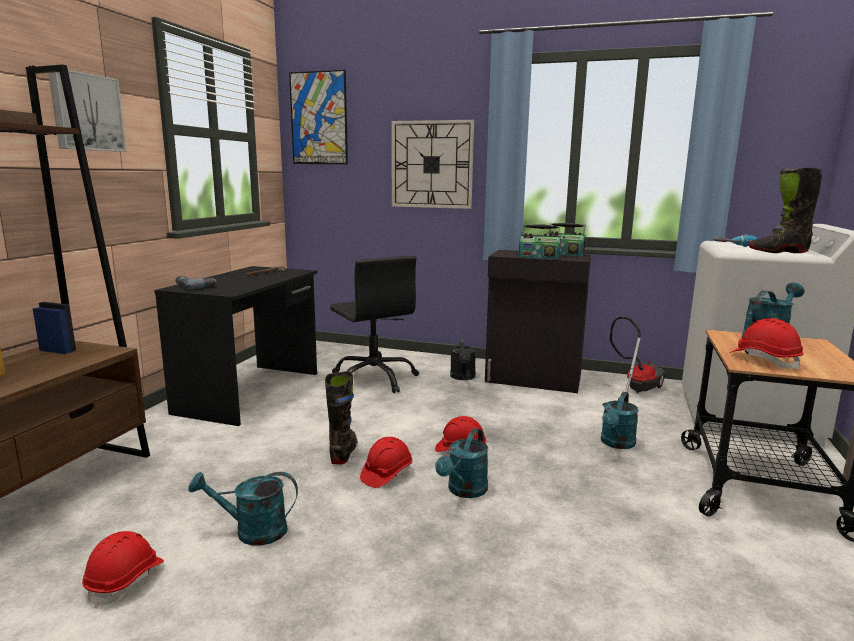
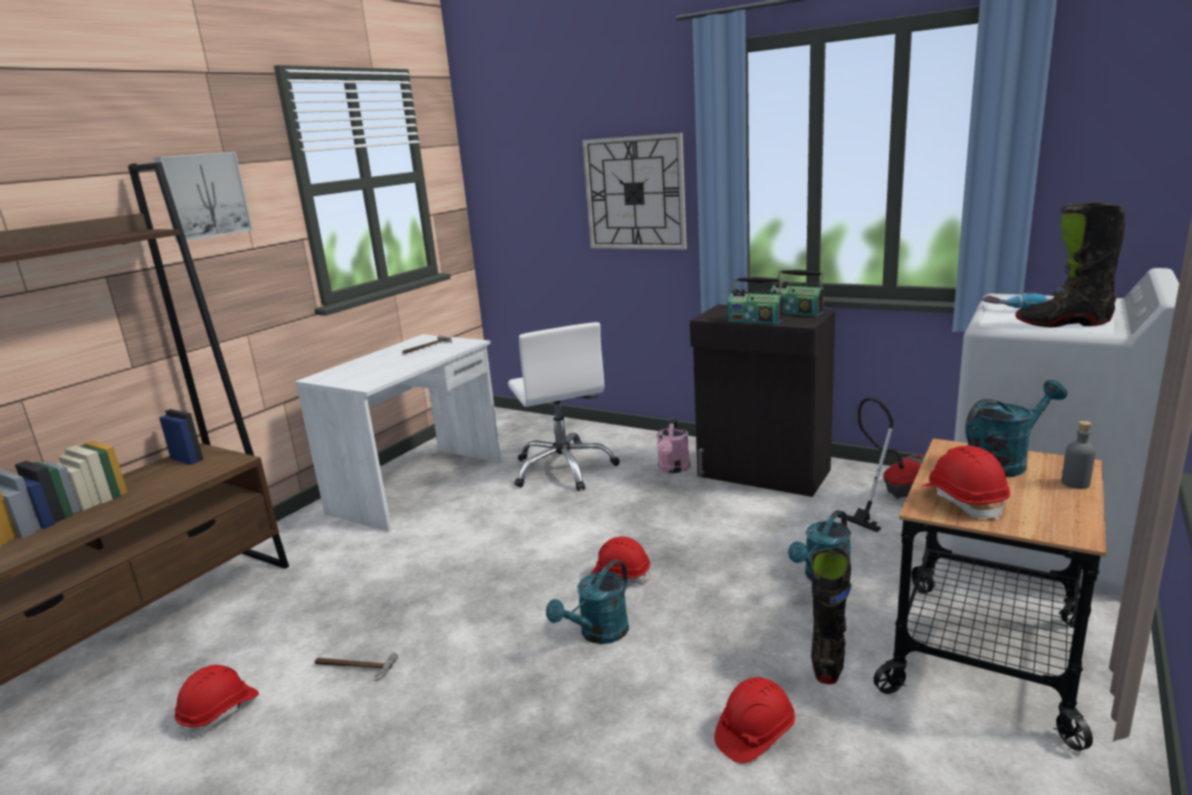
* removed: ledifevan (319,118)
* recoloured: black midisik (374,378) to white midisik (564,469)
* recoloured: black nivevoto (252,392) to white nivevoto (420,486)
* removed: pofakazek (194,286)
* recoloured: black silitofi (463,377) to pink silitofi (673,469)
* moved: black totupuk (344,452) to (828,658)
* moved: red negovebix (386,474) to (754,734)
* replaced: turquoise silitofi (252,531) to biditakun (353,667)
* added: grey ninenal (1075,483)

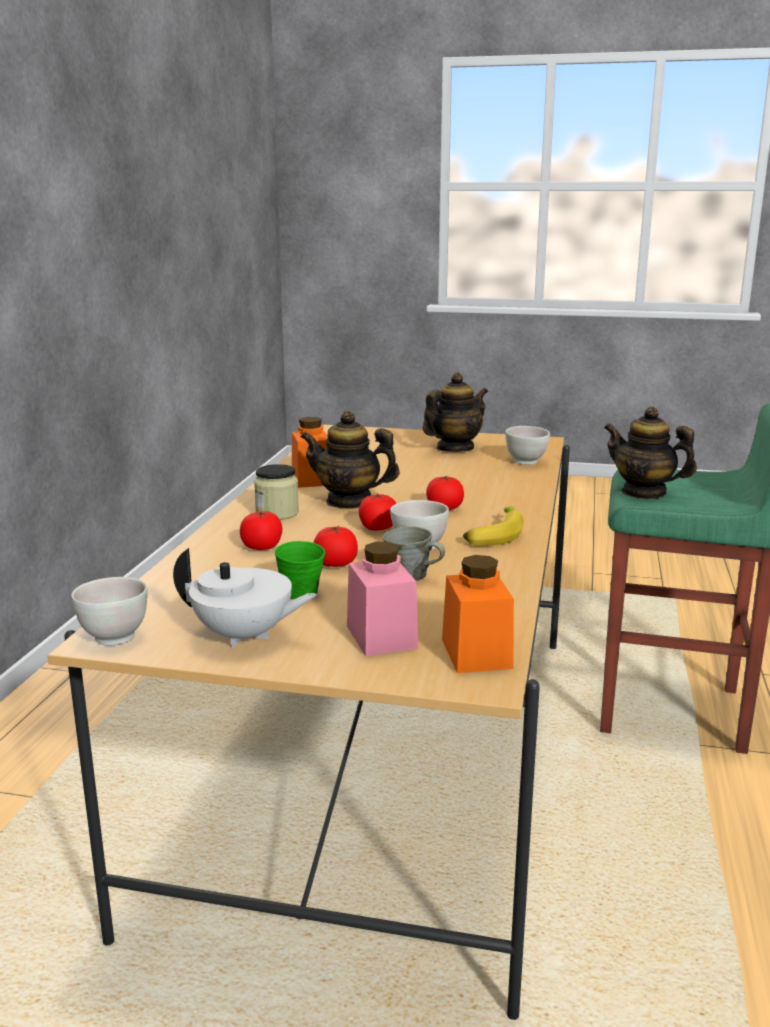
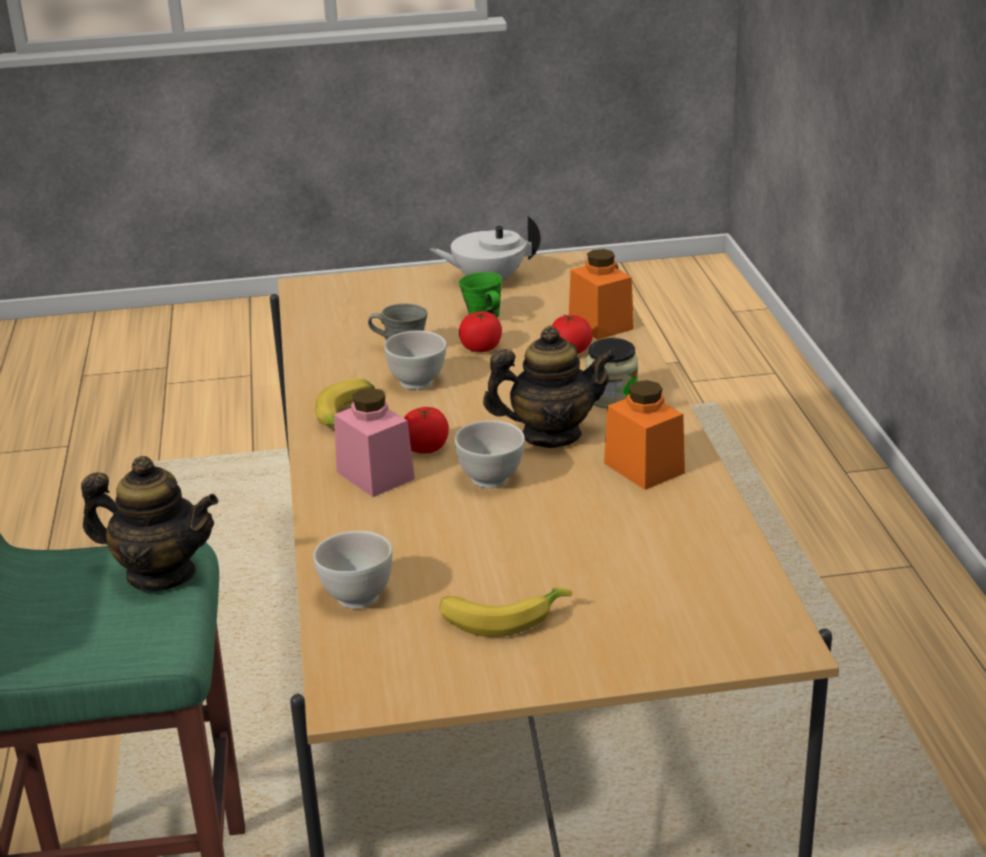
* replaced: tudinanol (454,448) to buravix (501,617)
* removed: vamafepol (378,528)
* moved: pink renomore (381,637) to (375,475)
* moved: orange renomore (476,653) to (600,324)
* moved: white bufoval (114,637) to (491,480)

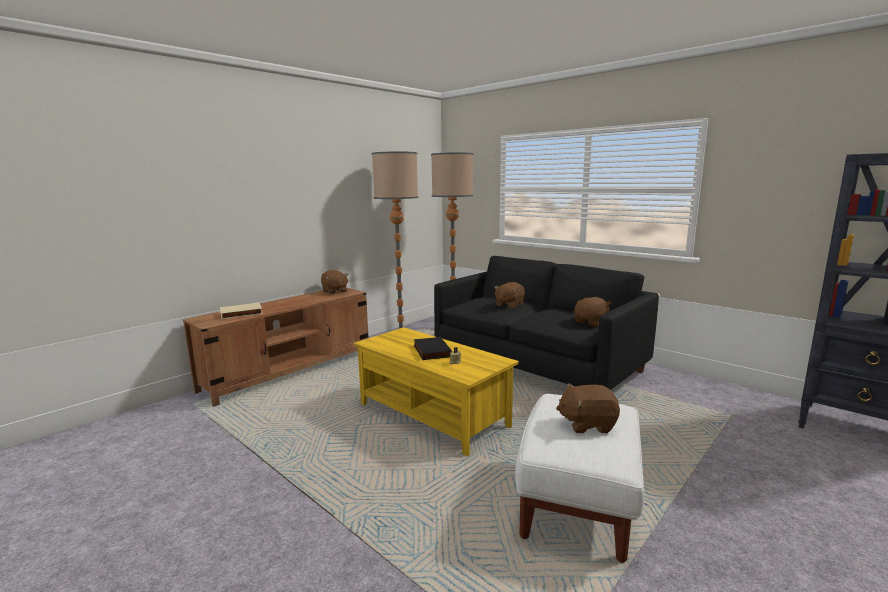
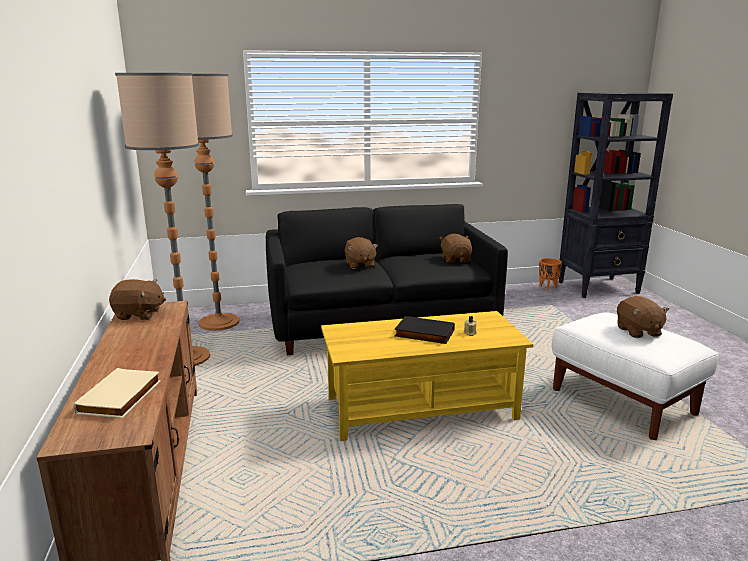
* turned: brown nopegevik (587,424) = (638,331) 45 degrees counterclockwise
* added: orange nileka (547,288)

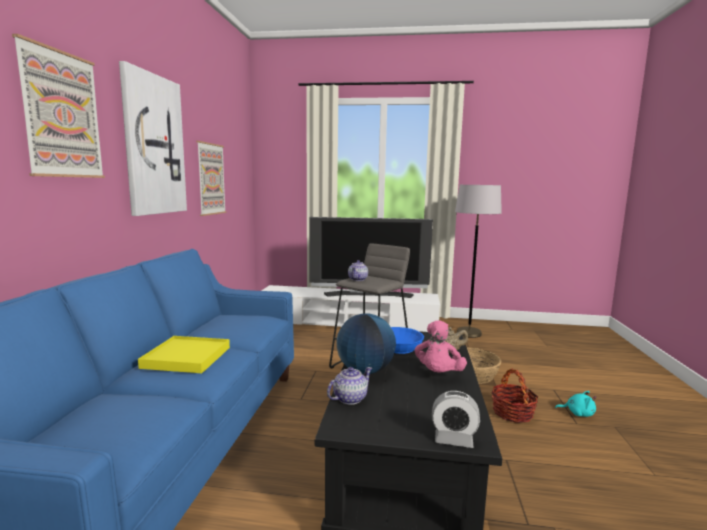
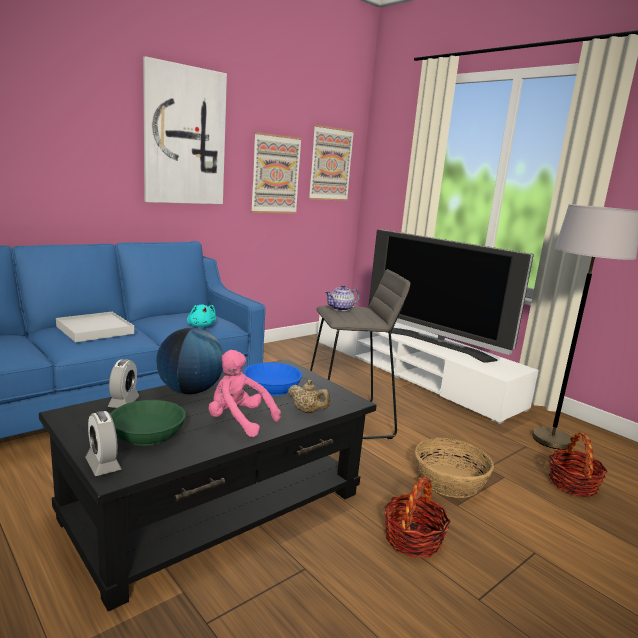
* moved: ledifevan (62,115) to (330,164)
* turned: pink nopegevik (438,374) = (238,421) 60 degrees clockwise
* recoloured: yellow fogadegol (187,357) to white fogadegol (95,330)
* replaced: tudinanol (349,398) to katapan (124,402)
* moved: turquoise nopegevik (577,413) to (201,326)
* added: green bufoval (147,434)
* added: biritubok (572,484)

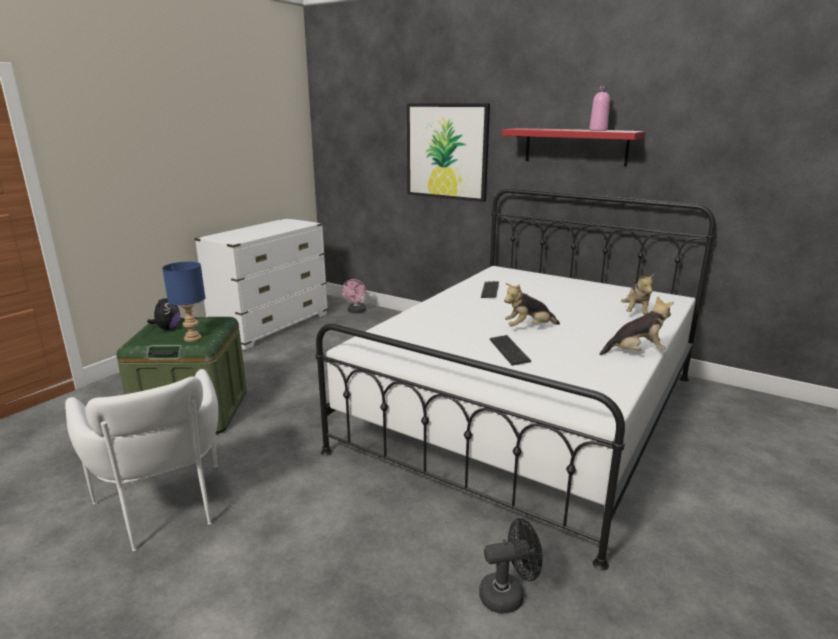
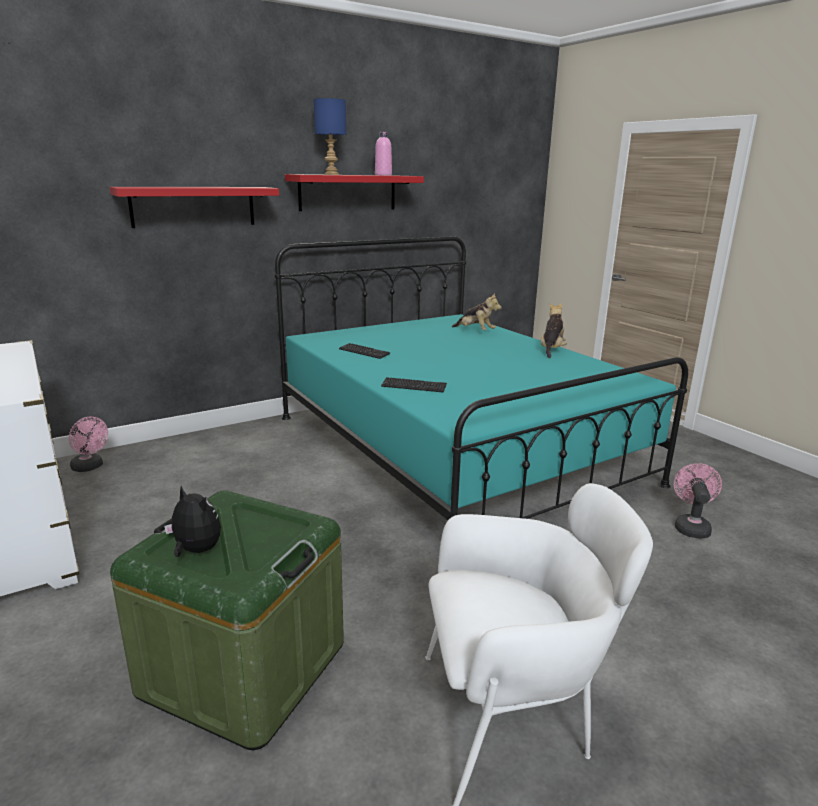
* replaced: ledifevan (447,151) to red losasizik (193,206)
* recoloured: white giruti (525,411) to turquoise giruti (455,448)
* moved: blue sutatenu (193,338) to (332,174)
* removed: nopegevik (528,328)
* moved: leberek (509,351) to (414,386)
* recoloured: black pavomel (508,594) to pink pavomel (691,526)

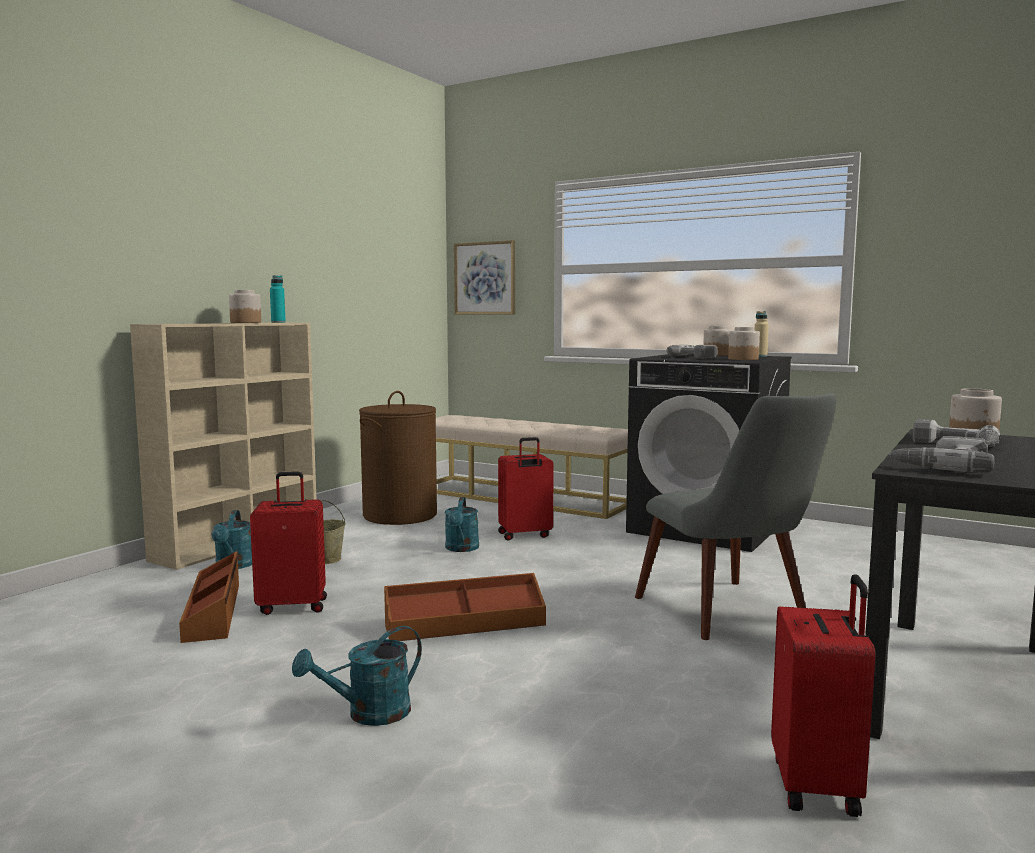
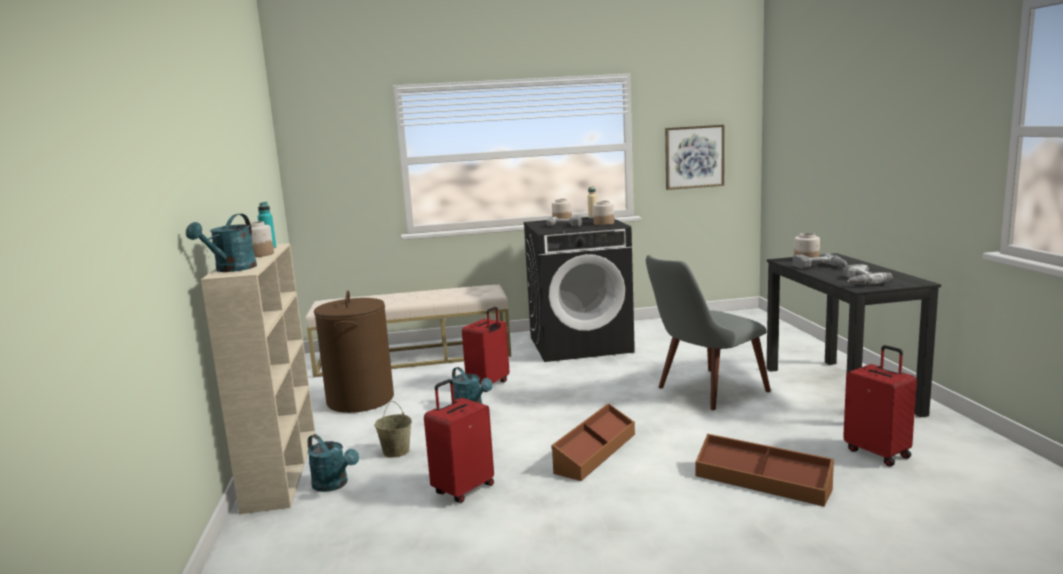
* moved: ledifevan (485,278) to (694,157)
* turned: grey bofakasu (734,616) = (702,392) 120 degrees clockwise
* moved: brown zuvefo (214,611) to (762,482)
* moved: turquoise silitofi (368,714) to (231,269)

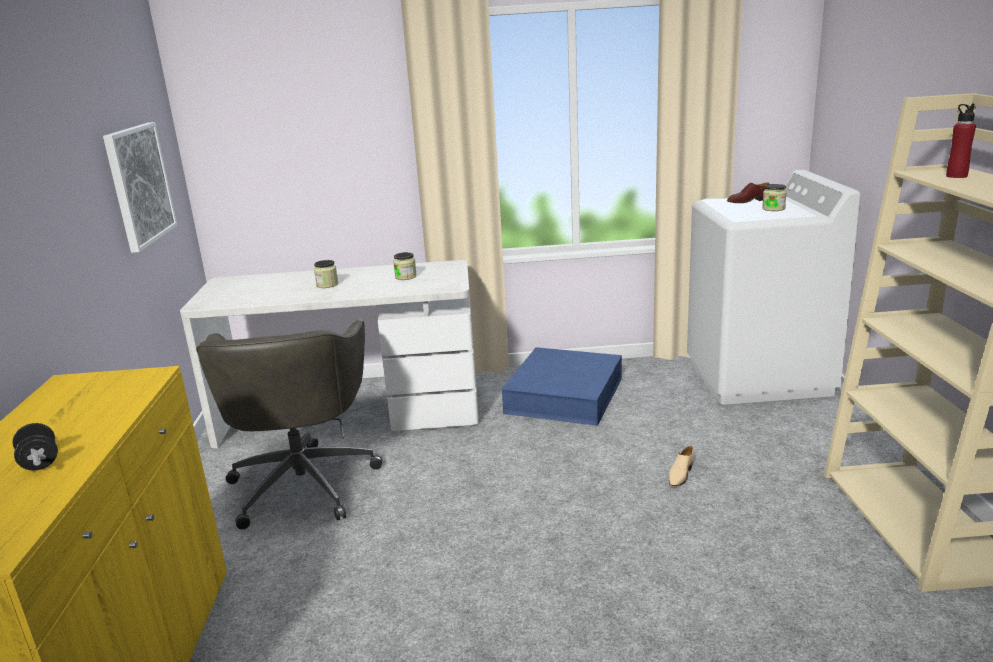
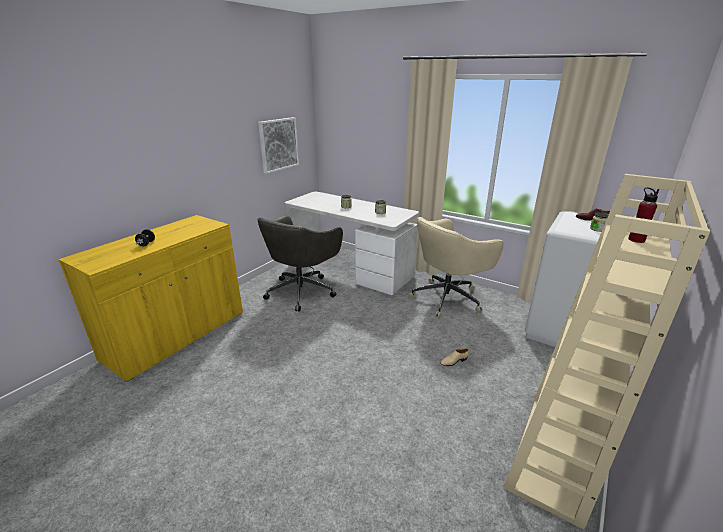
* replaced: blue zuvefo (564,395) to beige midisik (448,298)

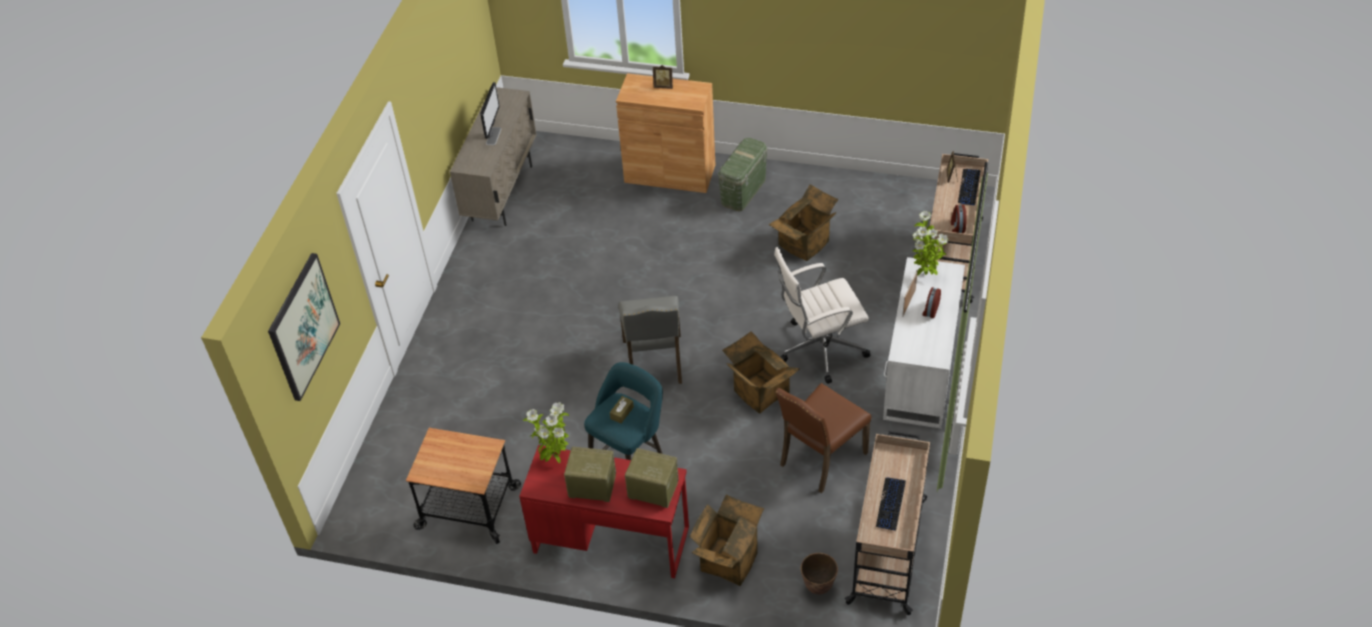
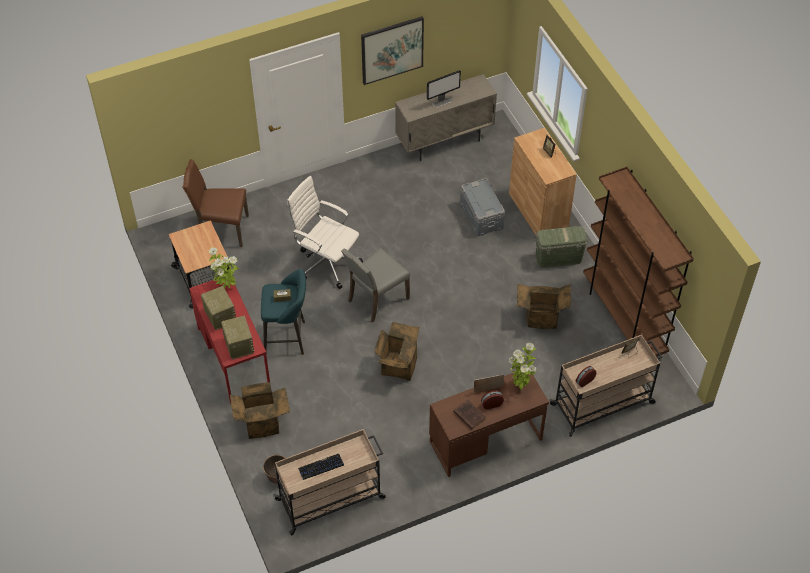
* removed: leberek (969,187)
* moved: white midisik (819,349) to (326,262)
* moved: ledifevan (303,326) to (392,49)
* recoloured: white nivevoto (920,372) to brown nivevoto (485,440)
* moved: brown bofakasu (820,459) to (221,229)
* added: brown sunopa (624,318)
* added: grey zuvefo (481,216)
* added: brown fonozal (468,415)

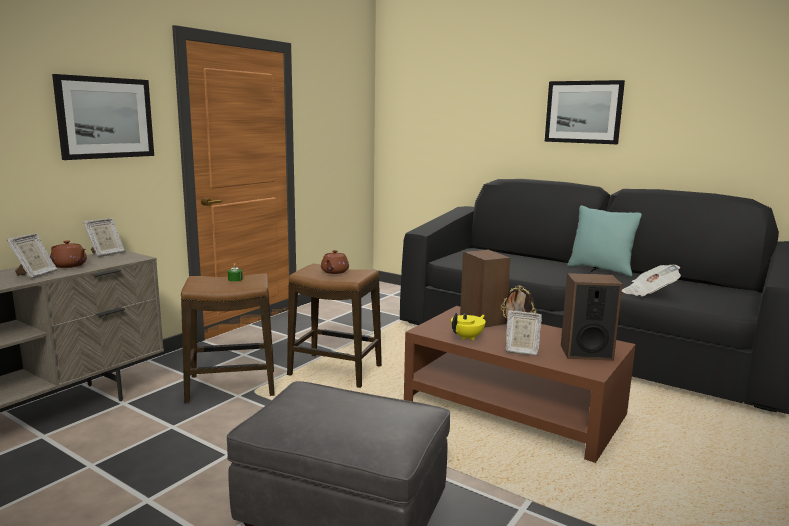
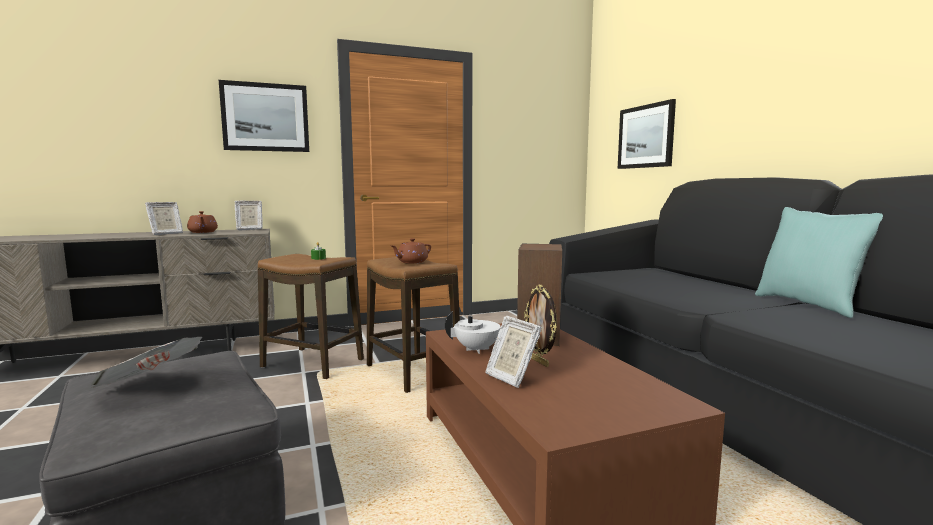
* moved: ledifevan (583,112) to (646,136)
* moved: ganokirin (649,293) to (150,387)
* removed: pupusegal (586,352)
* recoloured: yellow tudinanol (468,337) to white tudinanol (478,349)

